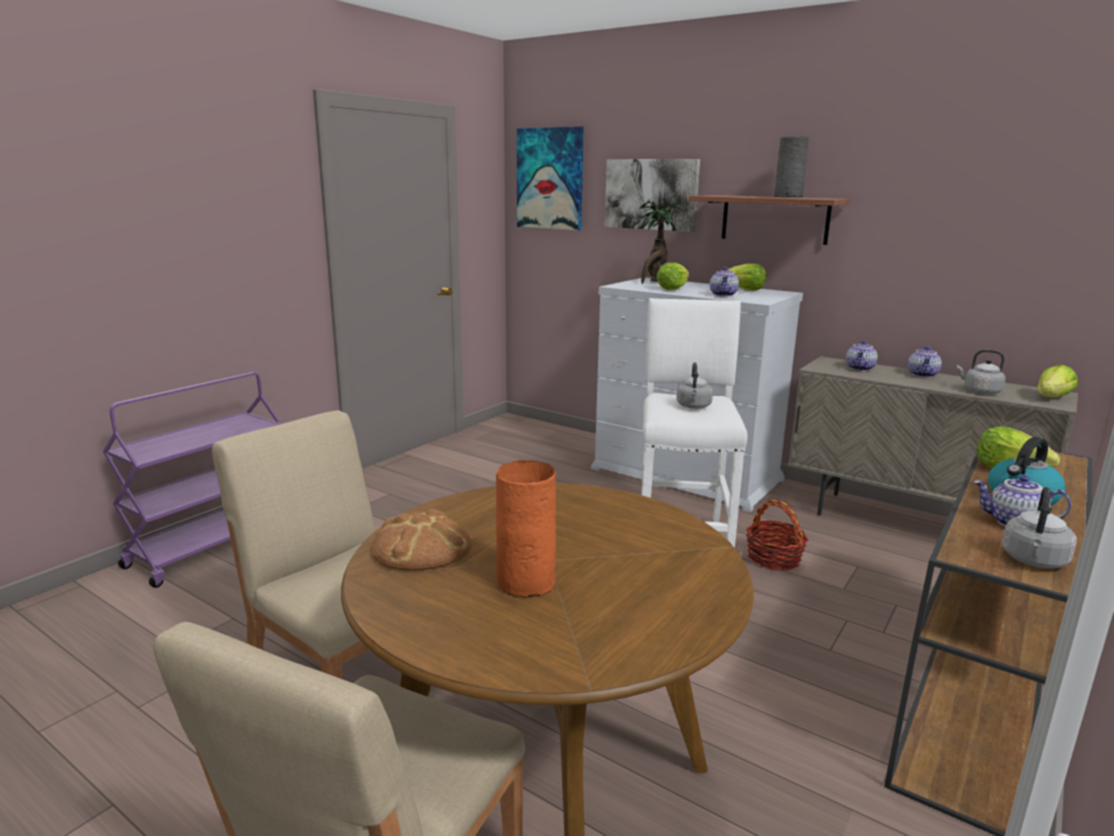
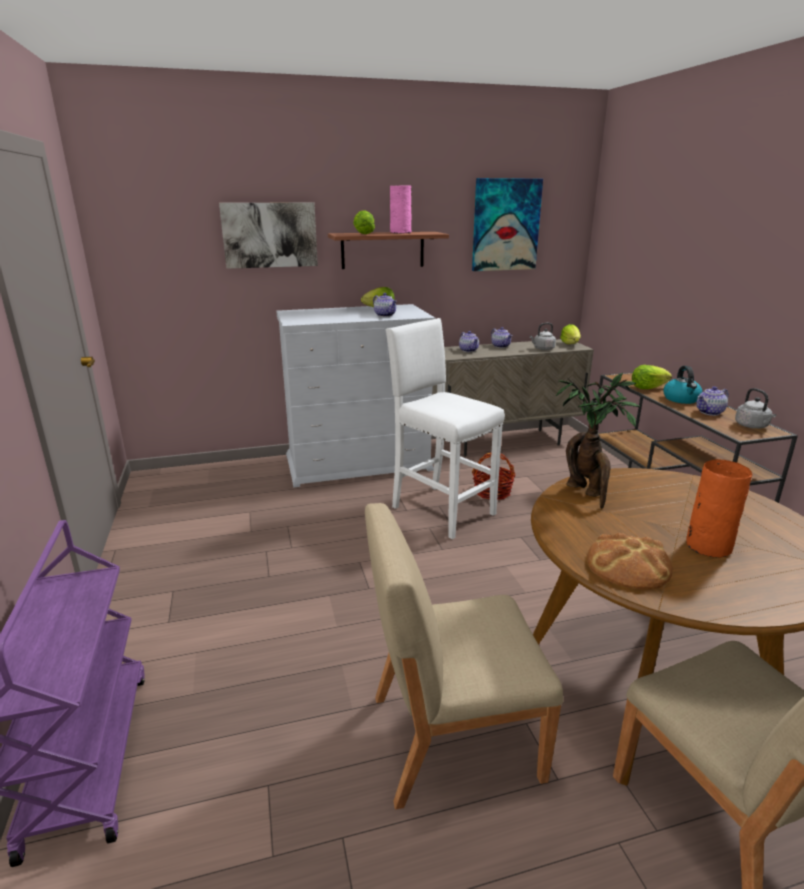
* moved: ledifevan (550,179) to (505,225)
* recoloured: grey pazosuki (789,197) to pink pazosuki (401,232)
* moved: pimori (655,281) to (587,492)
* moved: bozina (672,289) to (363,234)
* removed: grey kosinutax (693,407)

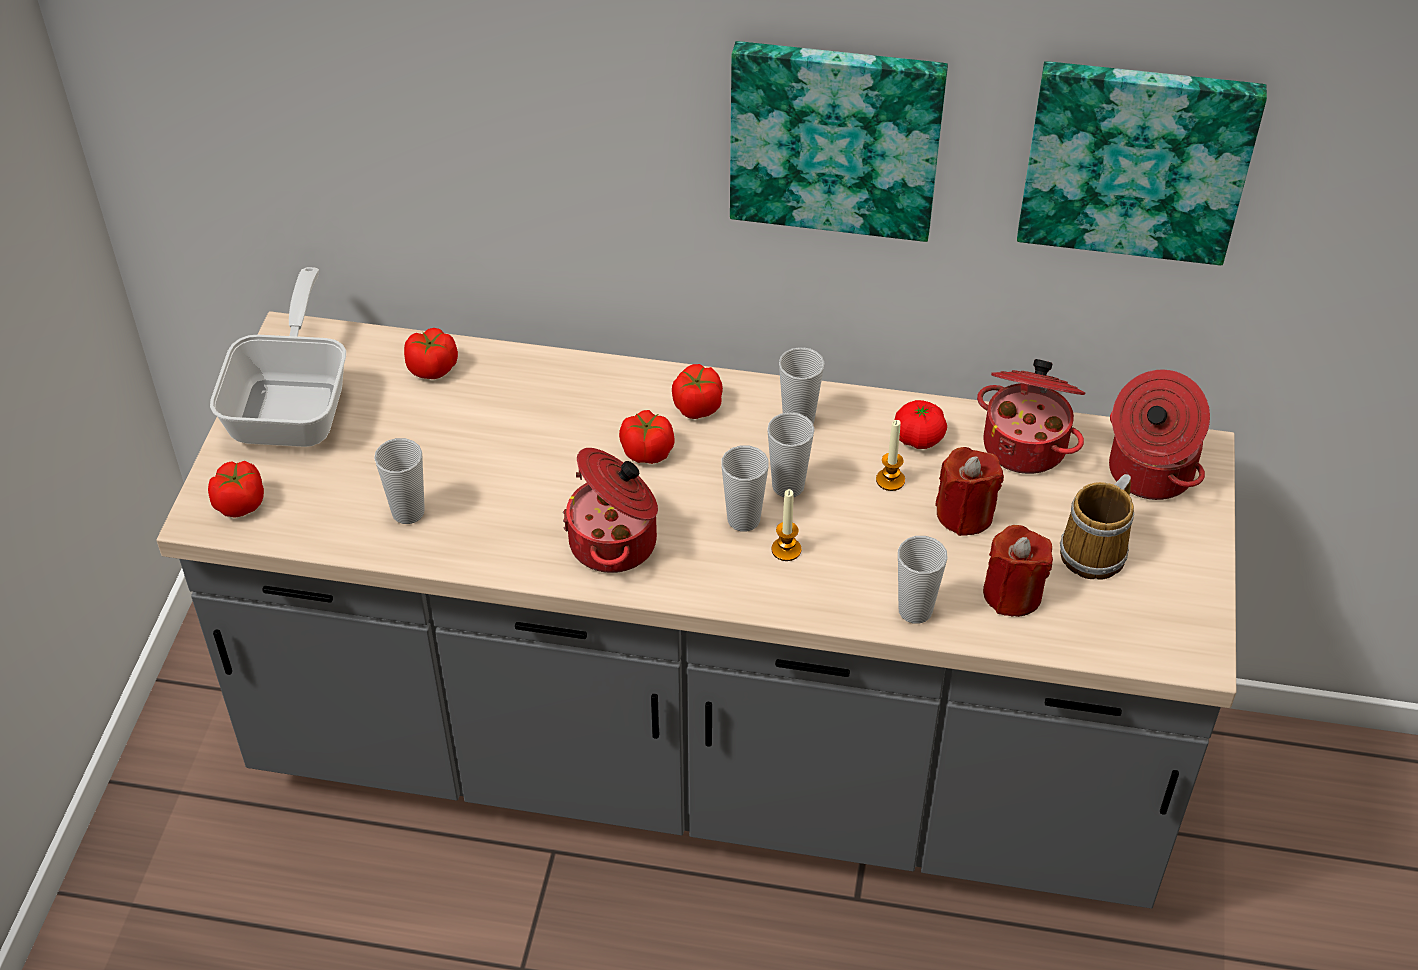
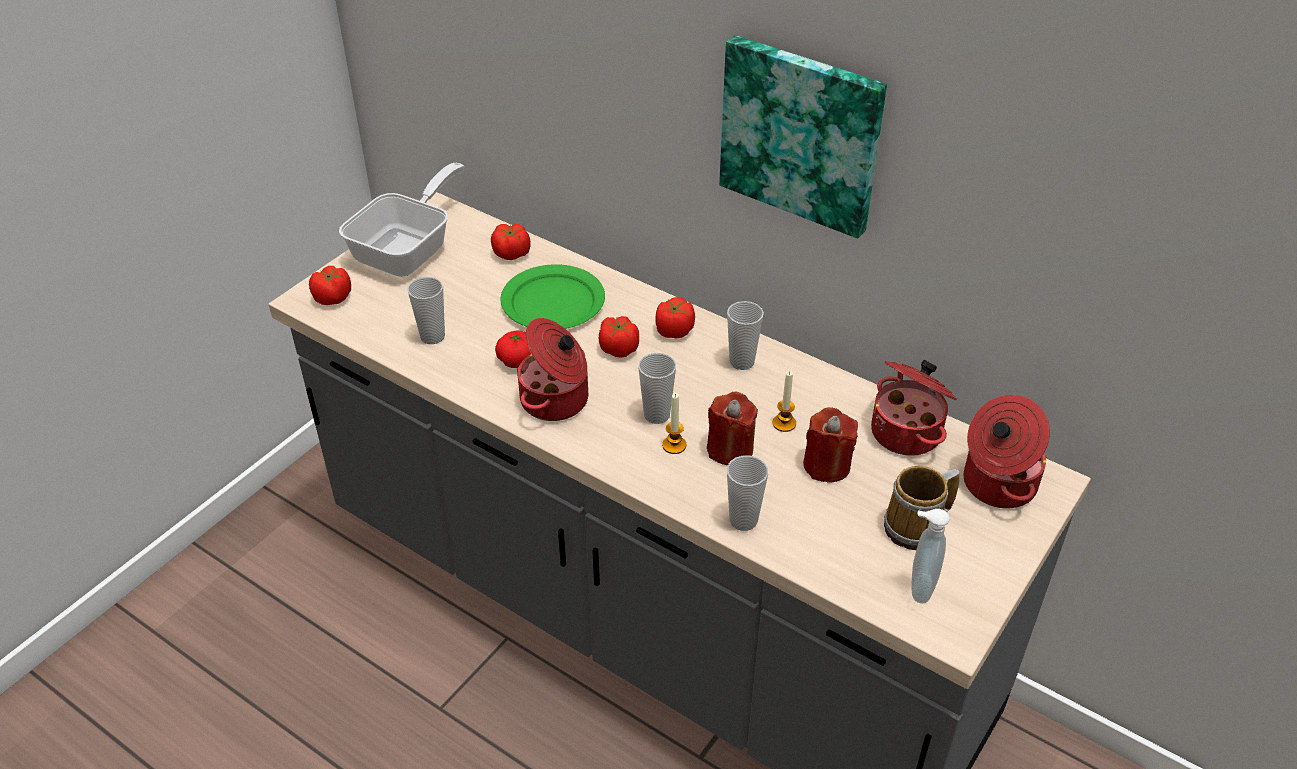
* removed: ledifevan (1136,159)
* moved: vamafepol (918,438) to (518,360)
* removed: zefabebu (788,486)
* moved: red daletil (1012,594) to (730,449)
* added: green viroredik (552,302)
* added: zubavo (918,587)

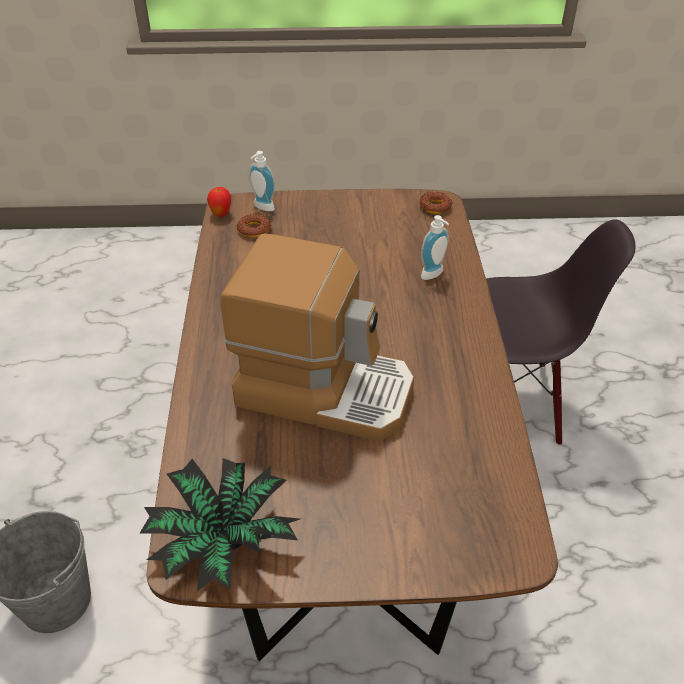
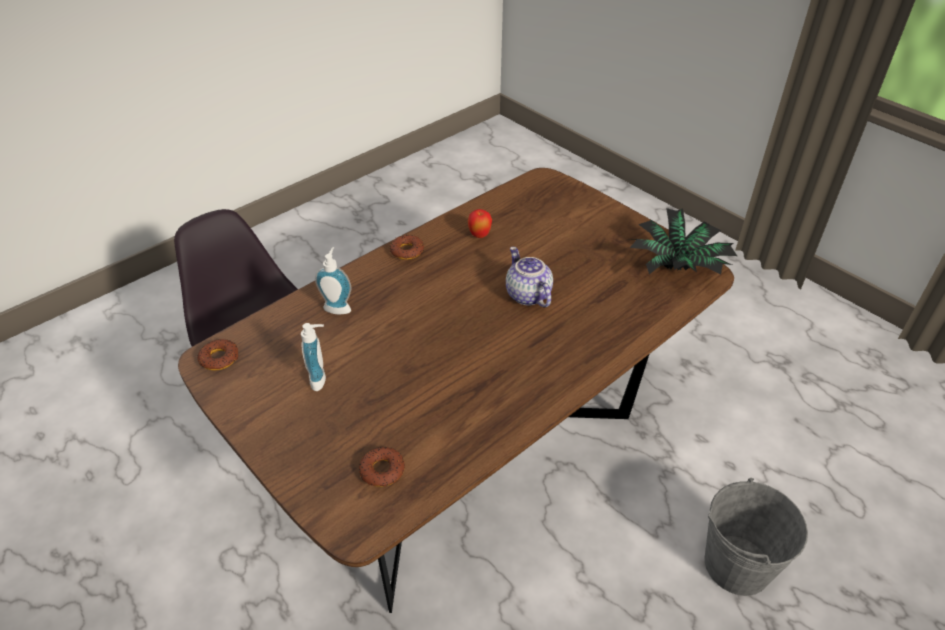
* moved: zubavo (262,208) to (321,379)
* moved: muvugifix (221,214) to (479,235)
* replaced: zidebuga (325,388) to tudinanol (527,295)
* added: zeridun (407,251)

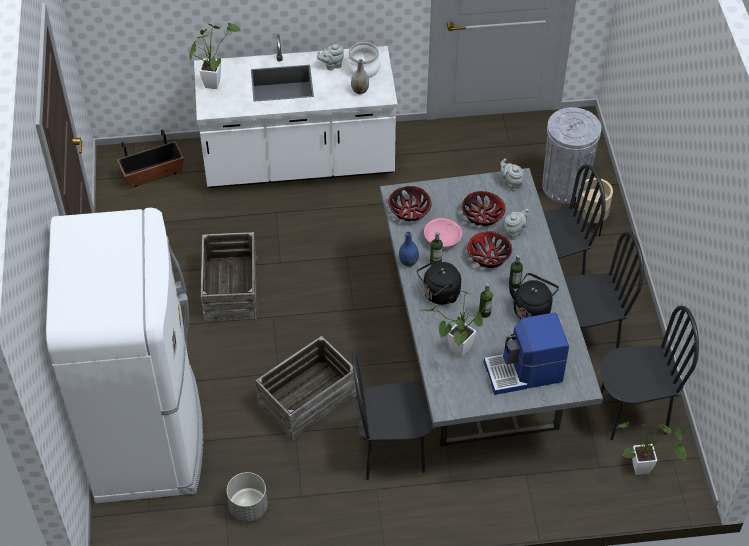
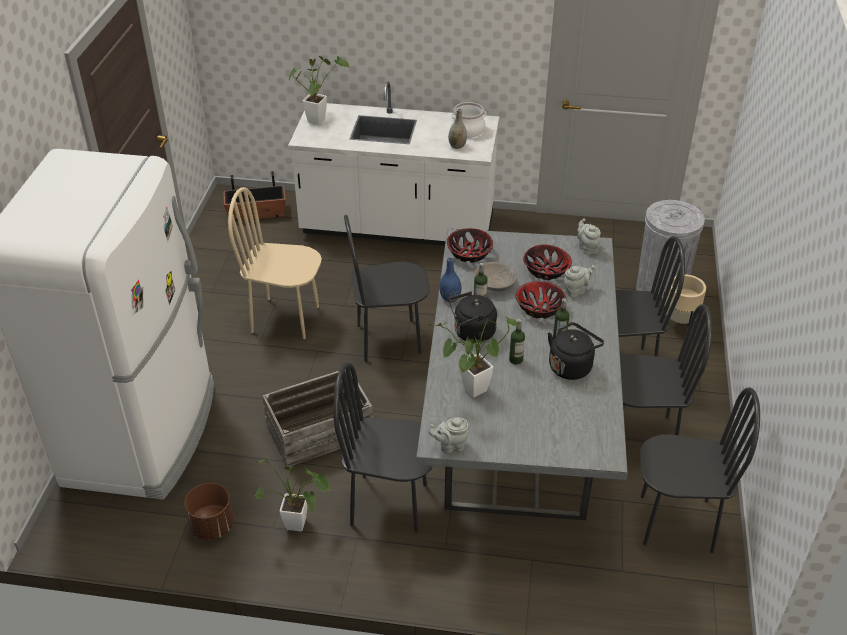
* moved: grey tudinanol (332,65) to (450,446)
* recoloured: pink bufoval (442,239) to grey bufoval (494,284)
* replaced: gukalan (230,288) to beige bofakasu (285,318)
* removed: zidebuga (524,372)
* moved: pimori (645,468) to (301,525)
* recoloured: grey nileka (248,507) to brown nileka (212,526)
* added: black bofakasu (388,339)

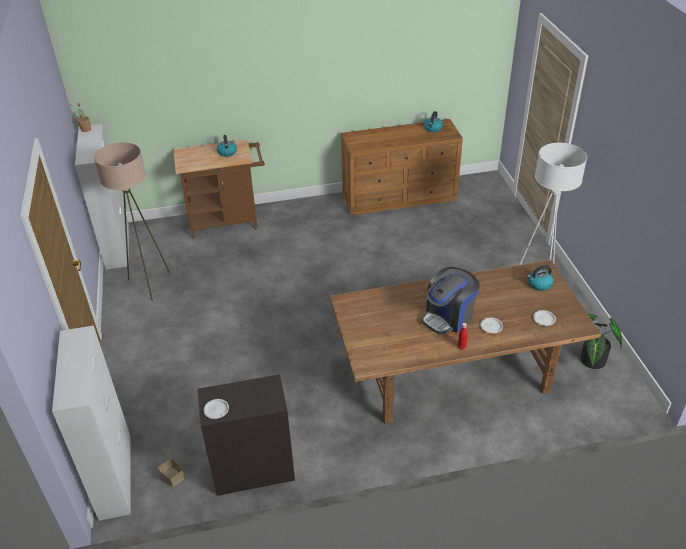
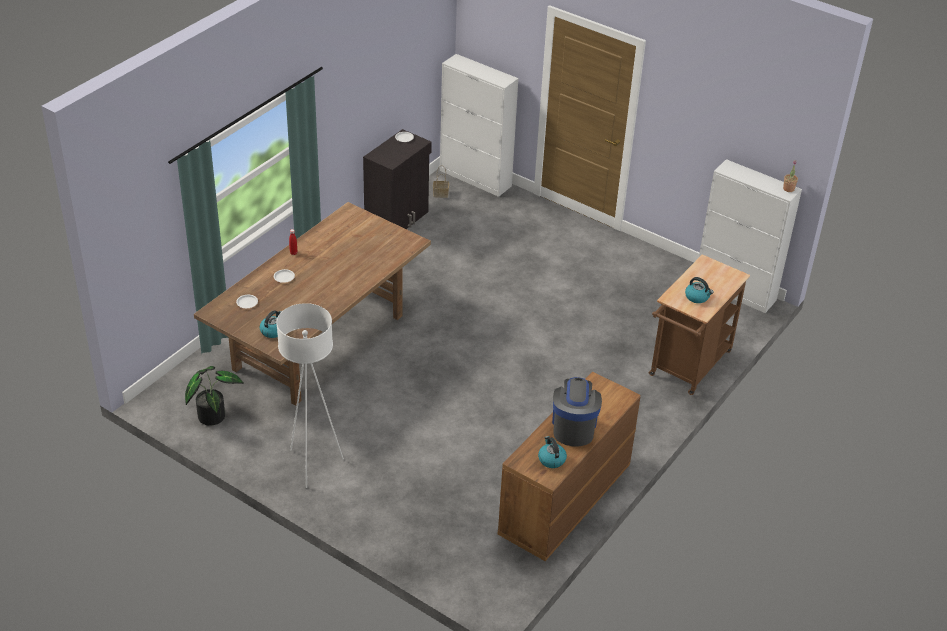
* removed: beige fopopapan (150,284)
* moved: zidebuga (448,317) to (573,427)

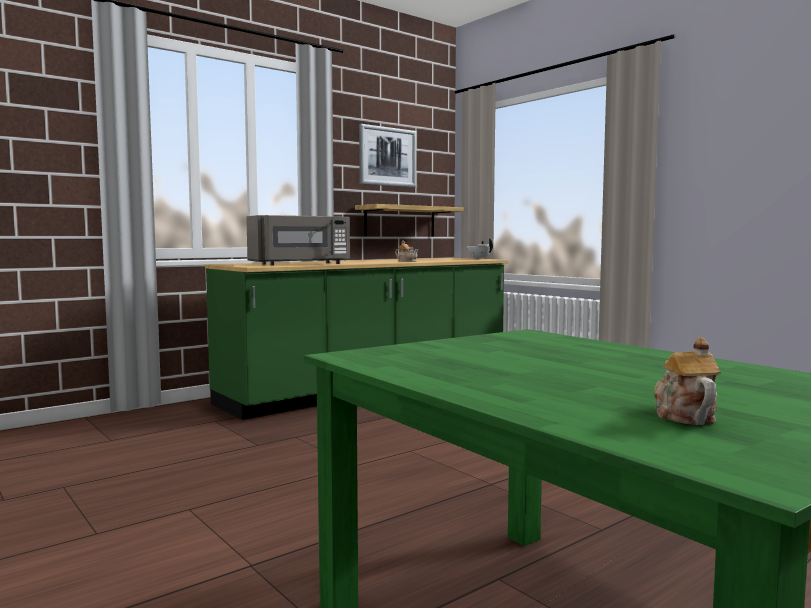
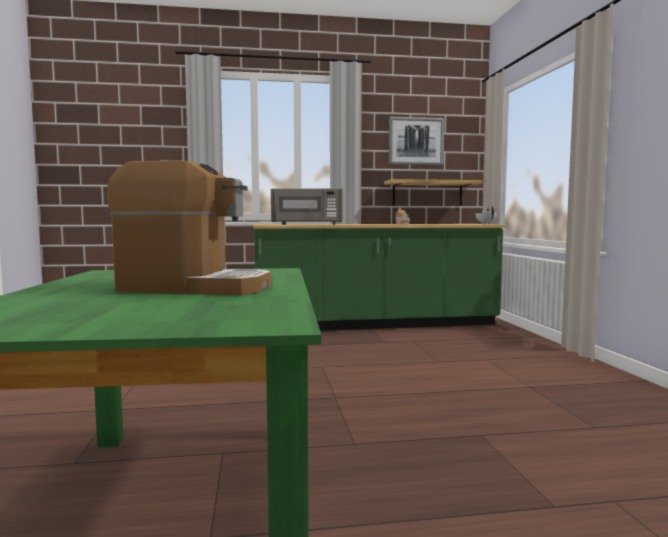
* removed: tudinanol (683,415)
* added: zidebuga (195,287)

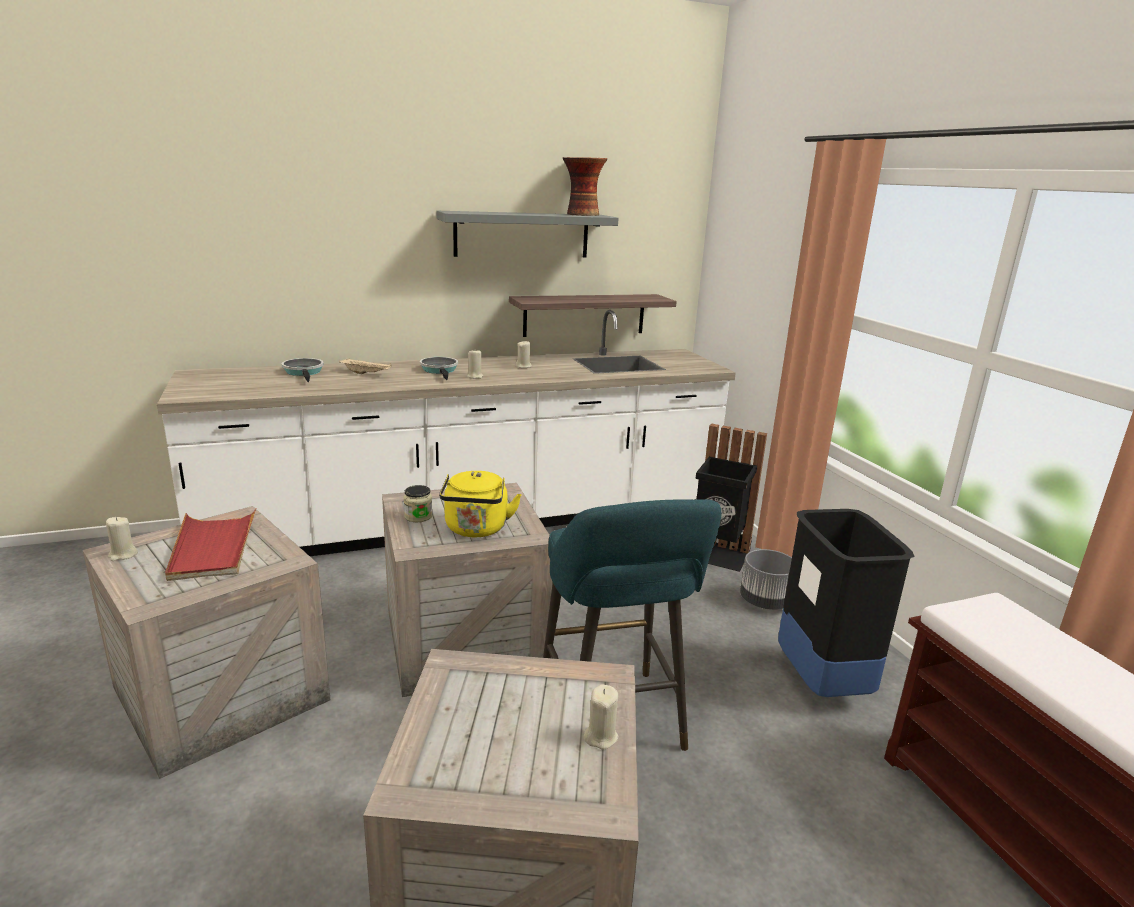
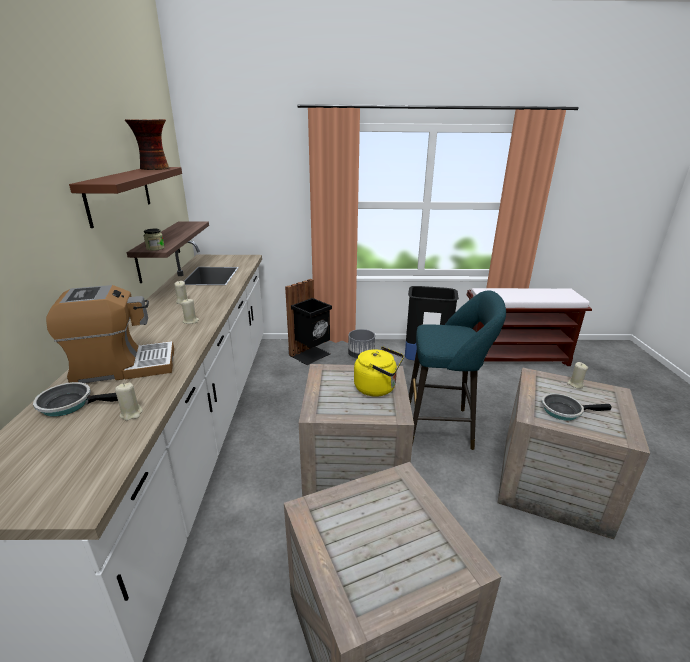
* recoloured: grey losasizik (522,235) to brown losasizik (119,194)
* moved: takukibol (440,370) to (564,411)
* replaced: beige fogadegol (367,373) to zidebuga (123,367)
* moved: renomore (418,516) to (155,248)
* removed: red fogadegol (213,548)
* moved: beige daletil (123,555) to (131,414)

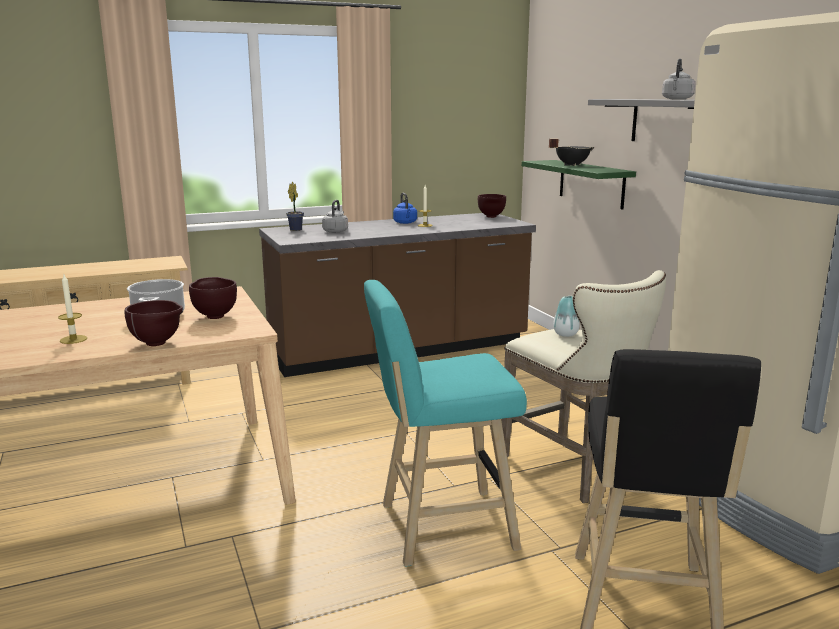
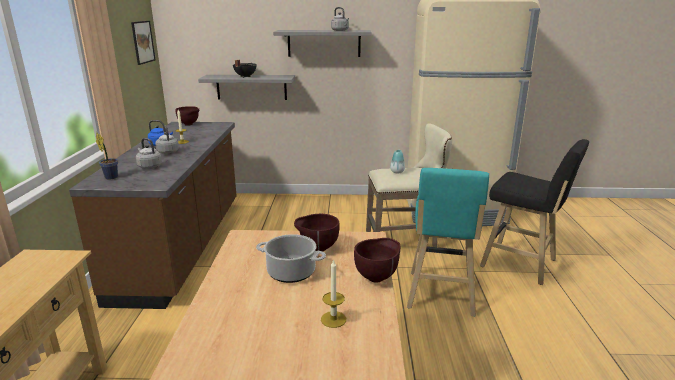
* recoloured: green losasizik (591,183) to grey losasizik (251,87)
* added: ledifevan (143,42)
* added: grey kosinutax (168,151)

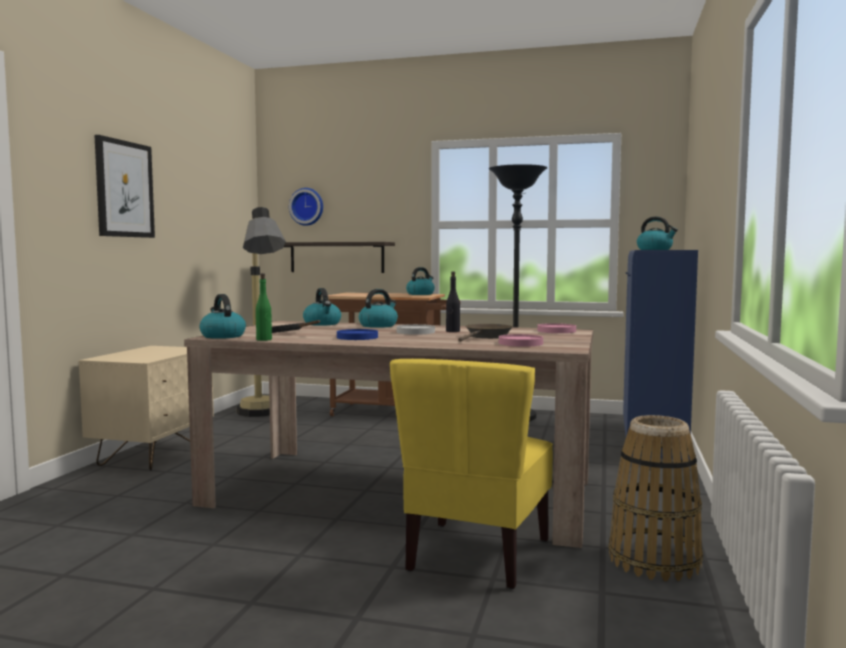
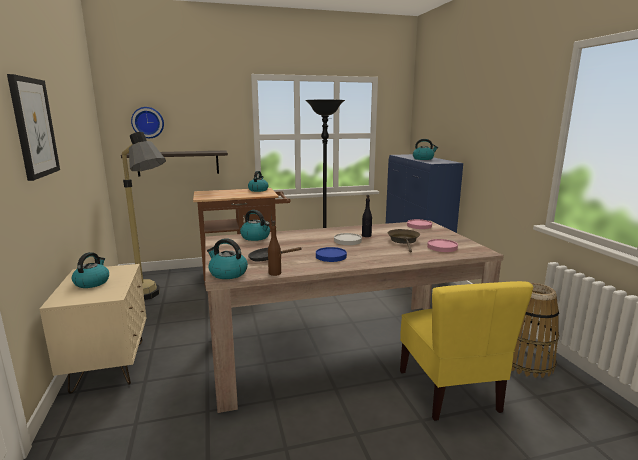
* recoloured: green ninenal (264,339) to brown ninenal (275,273)
* moved: kosinutax (378,325) to (92,282)

